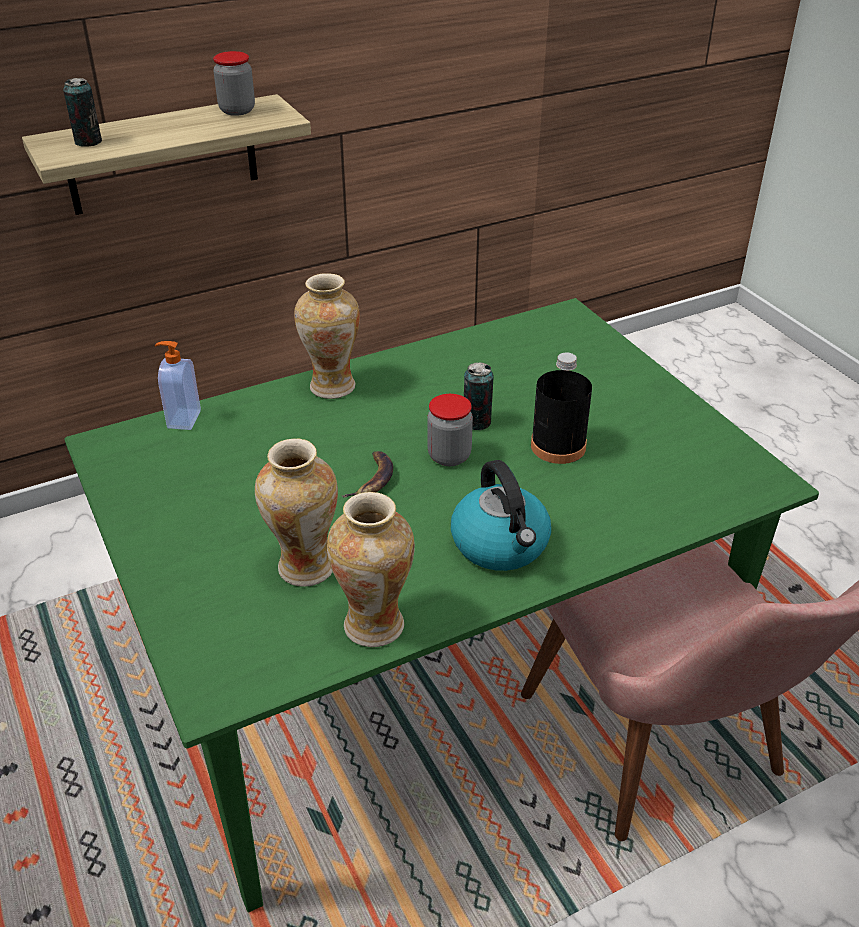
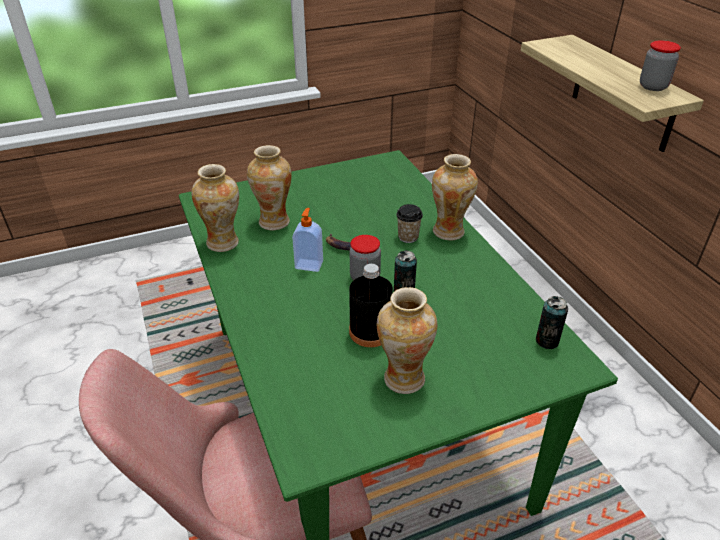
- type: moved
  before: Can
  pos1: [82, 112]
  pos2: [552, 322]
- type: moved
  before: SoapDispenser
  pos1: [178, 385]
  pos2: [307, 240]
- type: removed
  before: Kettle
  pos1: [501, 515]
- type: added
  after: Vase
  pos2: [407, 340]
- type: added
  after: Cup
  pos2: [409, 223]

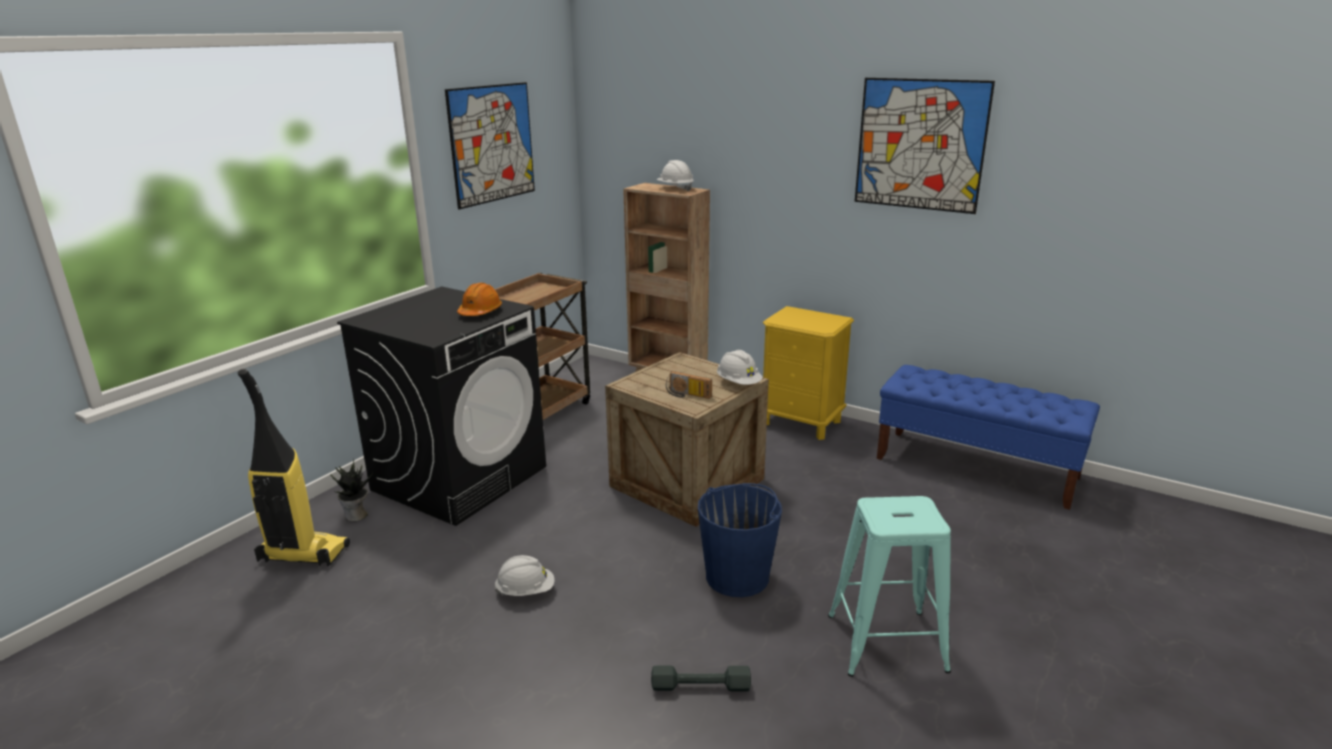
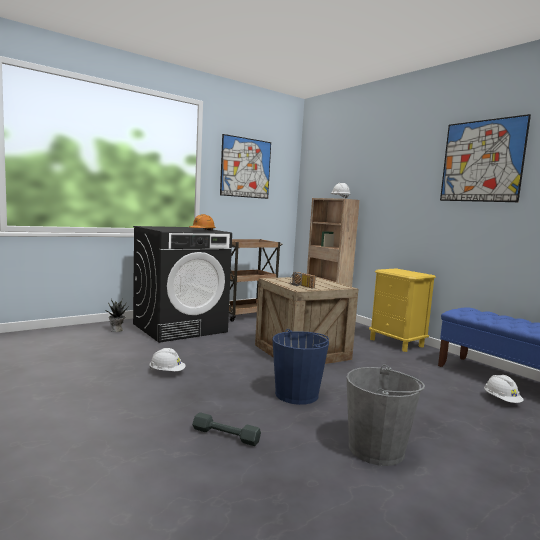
- type: removed
  before: VacuumCleaner
  pos1: [294, 467]
- type: moved
  before: WhiteHardHat
  pos1: [740, 367]
  pos2: [504, 389]
- type: replaced
  before: TurquoiseStool
  after: GreyBucket
  pos1: [889, 586]
  pos2: [386, 415]

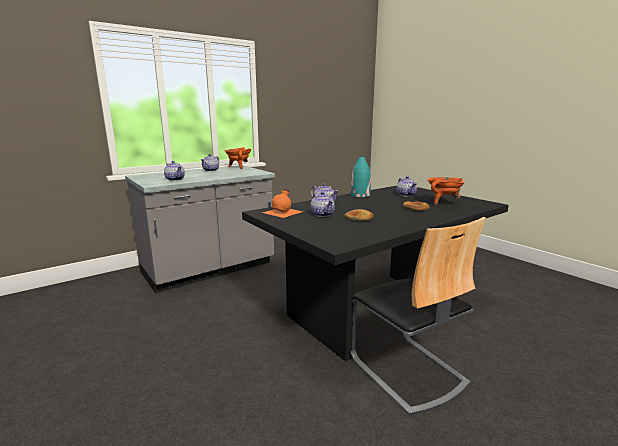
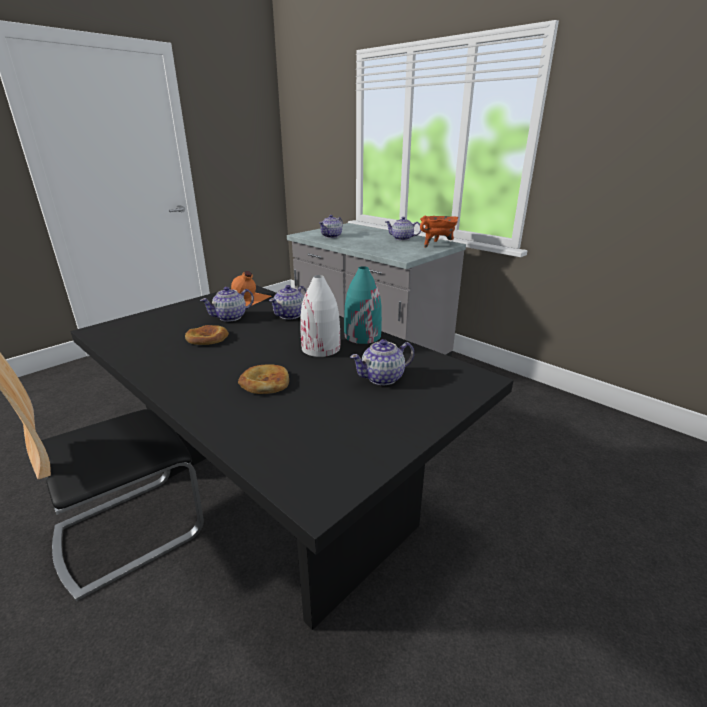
- type: removed
  before: OrangeCookingPot
  pos1: [446, 191]
- type: added
  after: WhiteVase
  pos2: [320, 316]

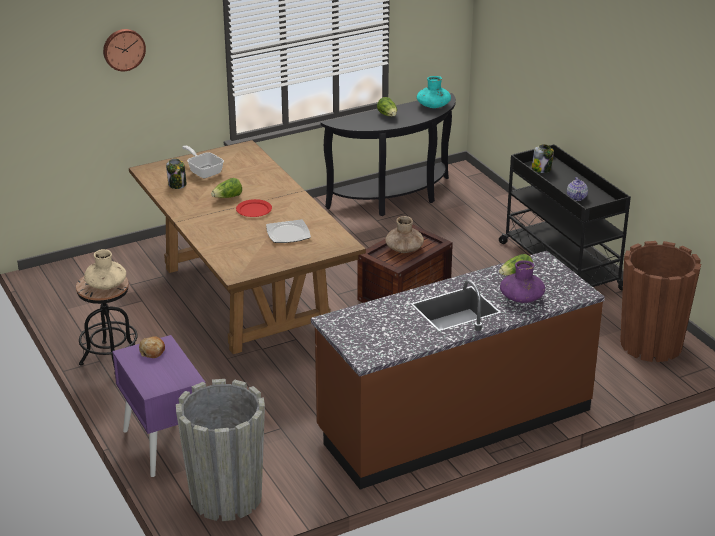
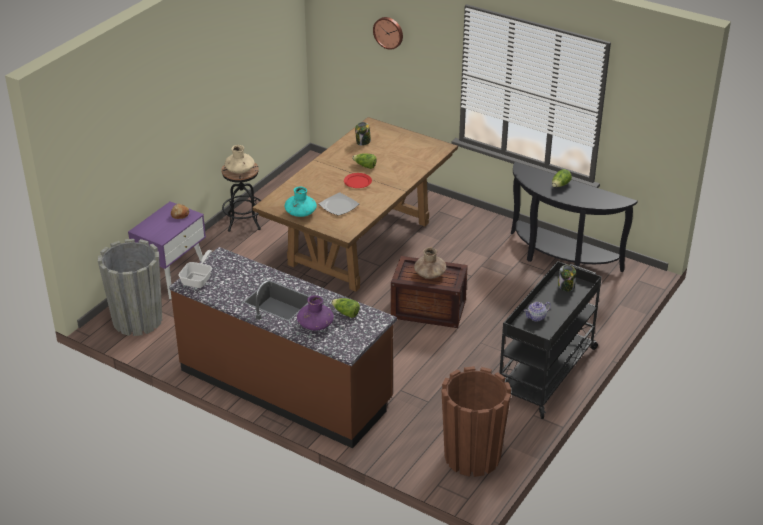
- type: moved
  before: FryingPan
  pos1: [203, 161]
  pos2: [195, 269]
- type: moved
  before: TurquoiseVase
  pos1: [434, 92]
  pos2: [301, 201]

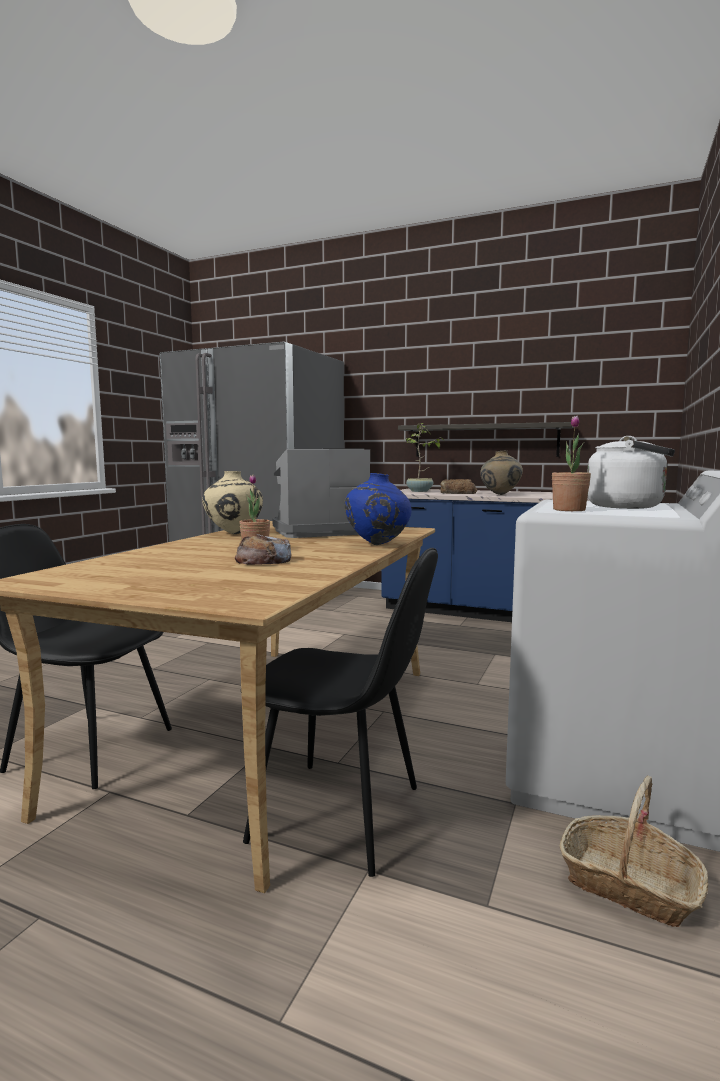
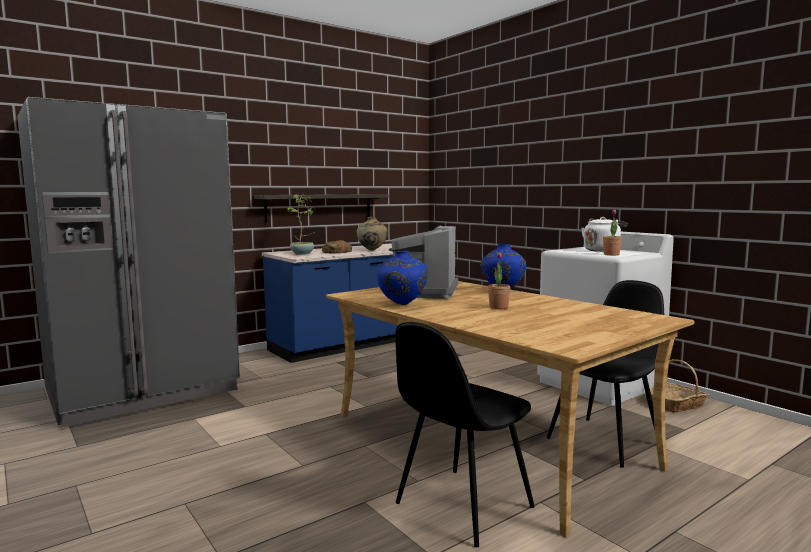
- type: recoloured
  before: BeigeVase
  after: BlueVase
  pos1: [232, 502]
  pos2: [402, 278]
- type: removed
  before: Bread
  pos1: [263, 549]

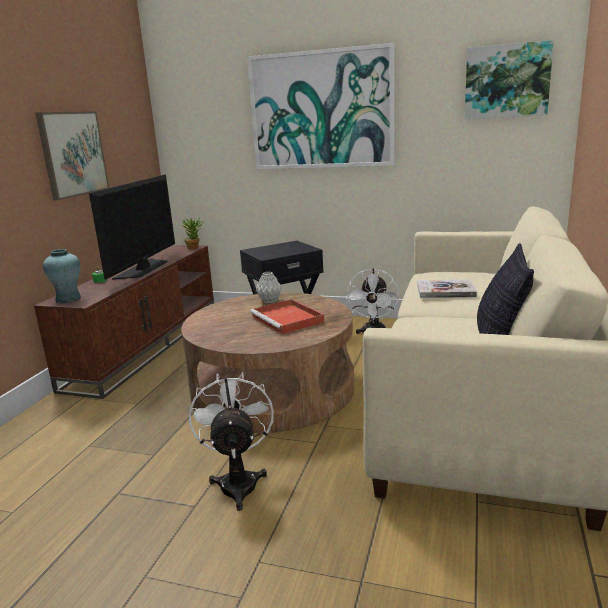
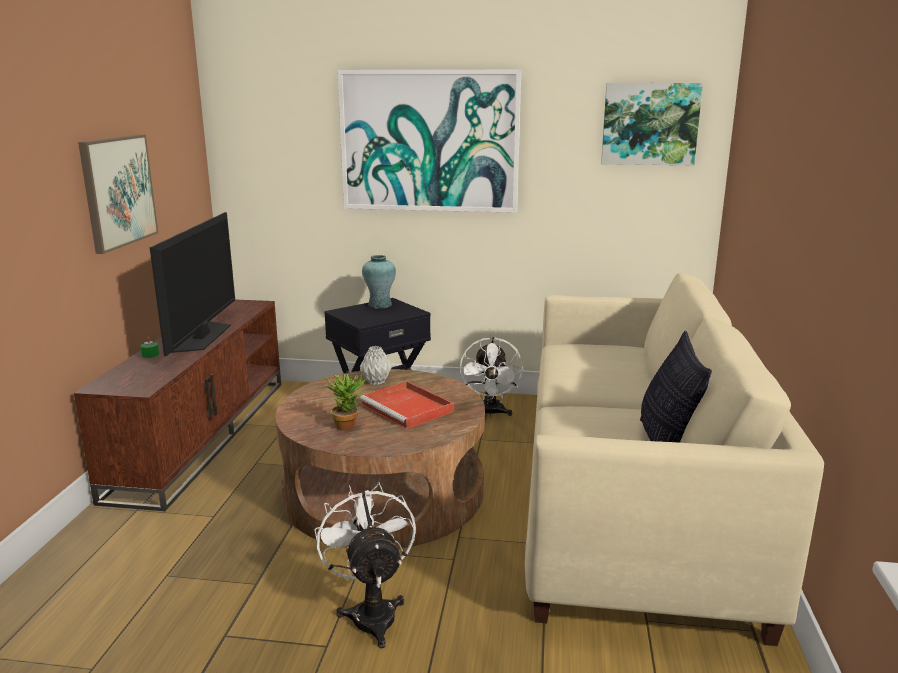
- type: moved
  before: TurquoiseVase
  pos1: [62, 276]
  pos2: [379, 282]
- type: moved
  before: PottedPlant
  pos1: [191, 234]
  pos2: [344, 402]
- type: removed
  before: Book
  pos1: [447, 288]

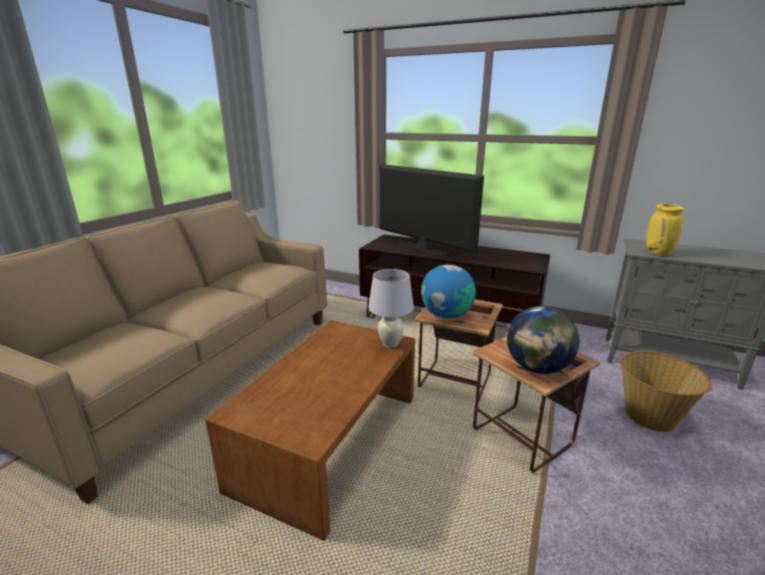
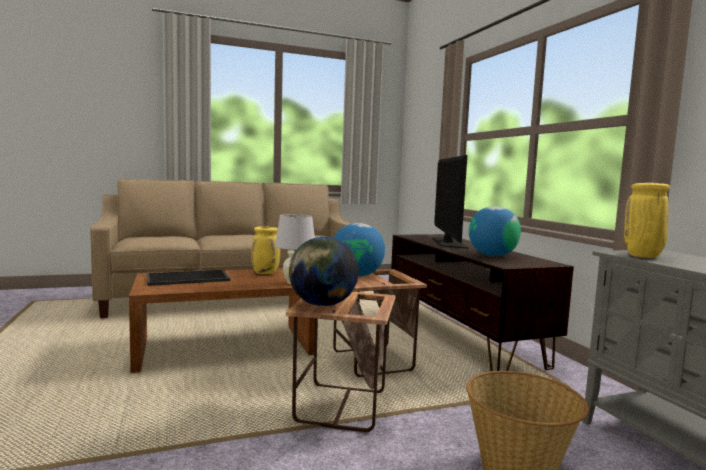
- type: added
  after: Tray
  pos2: [189, 278]
- type: added
  after: YellowVase
  pos2: [265, 250]
- type: added
  after: Globe
  pos2: [495, 231]

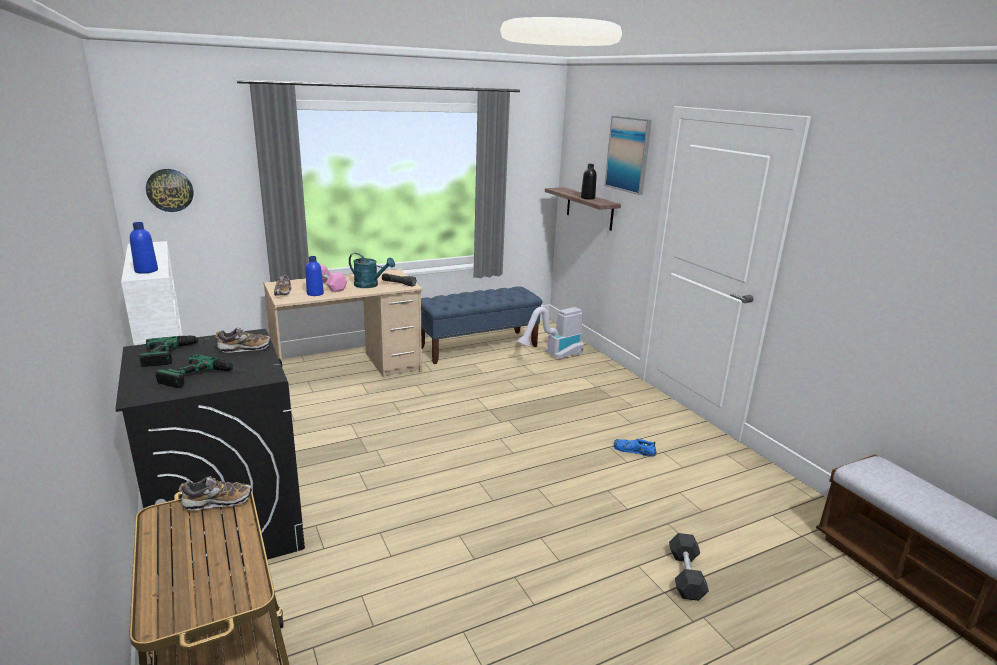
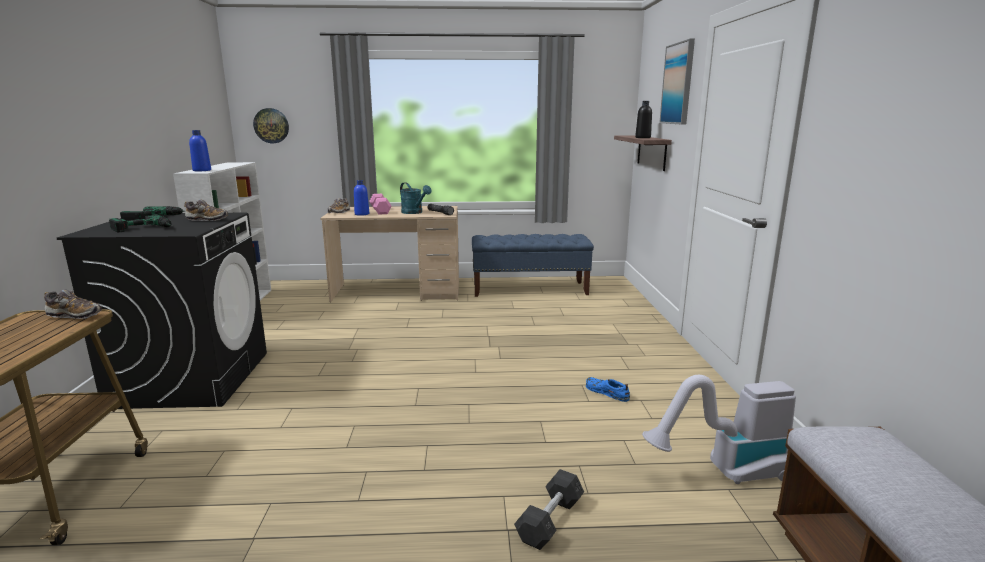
- type: moved
  before: VacuumCleaner
  pos1: [550, 333]
  pos2: [719, 429]

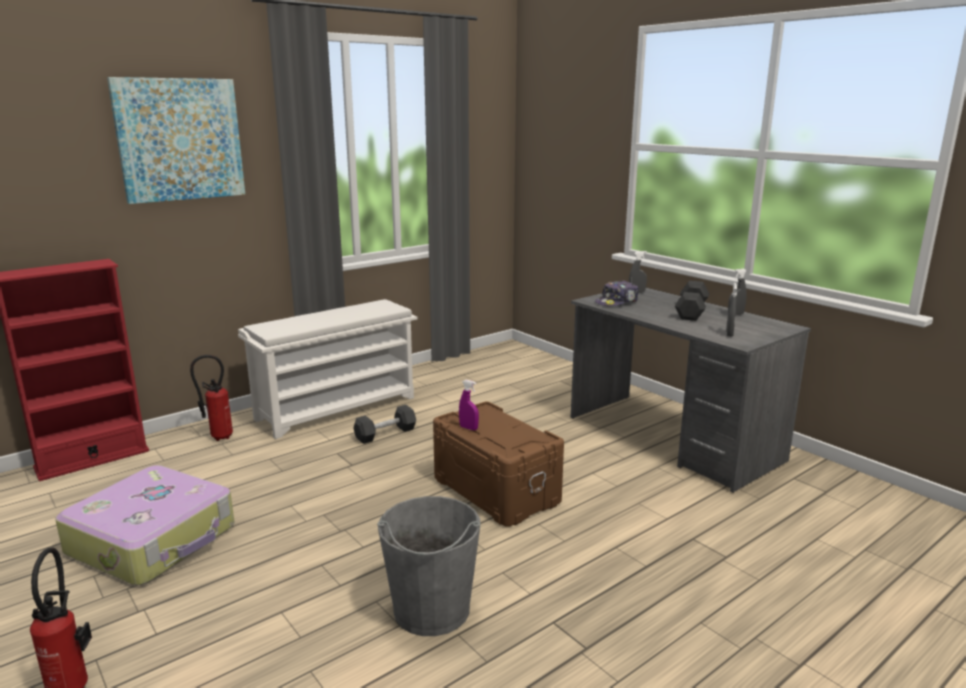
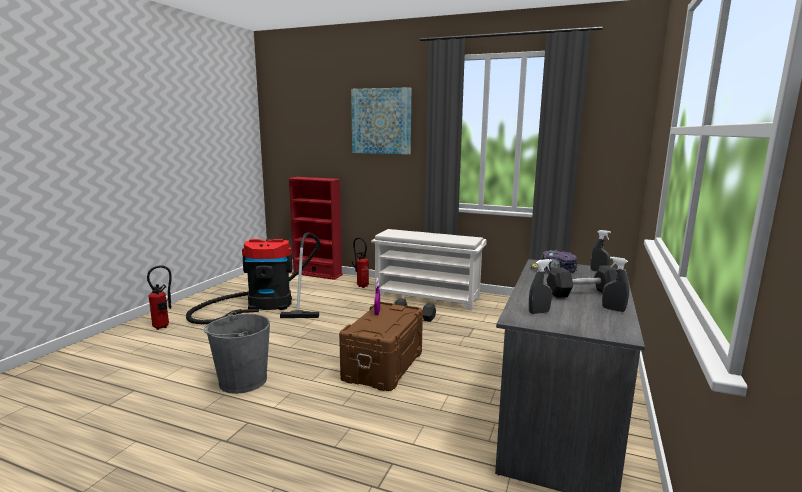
- type: replaced
  before: Suitcase
  after: VacuumCleaner
  pos1: [144, 525]
  pos2: [253, 279]

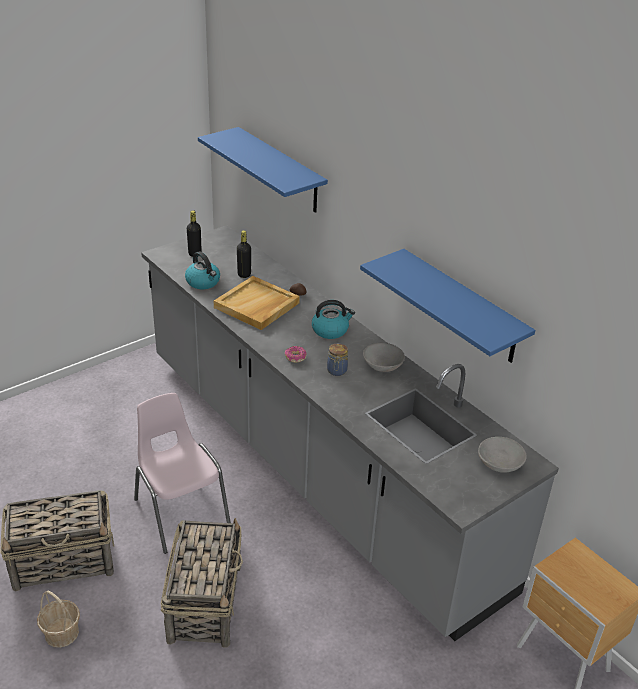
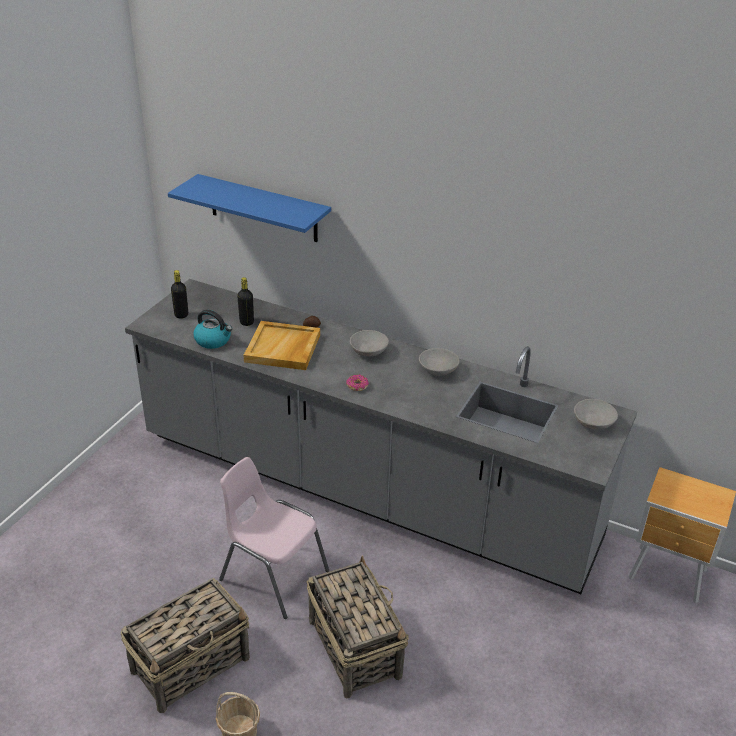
- type: replaced
  before: Kettle
  after: GreyBowl
  pos1: [333, 319]
  pos2: [369, 343]
- type: removed
  before: Jar
  pos1: [337, 359]
- type: removed
  before: BlueShelf
  pos1: [447, 306]

